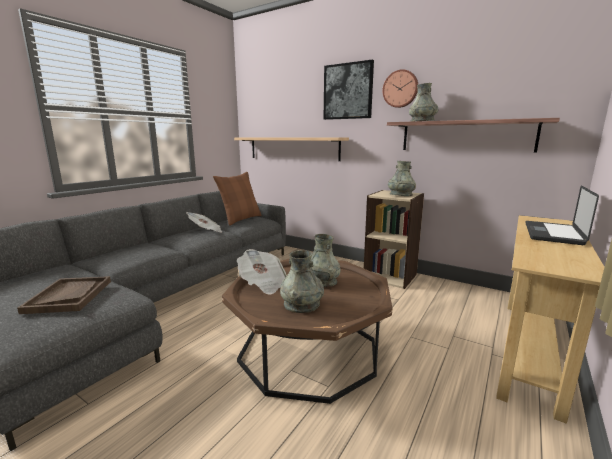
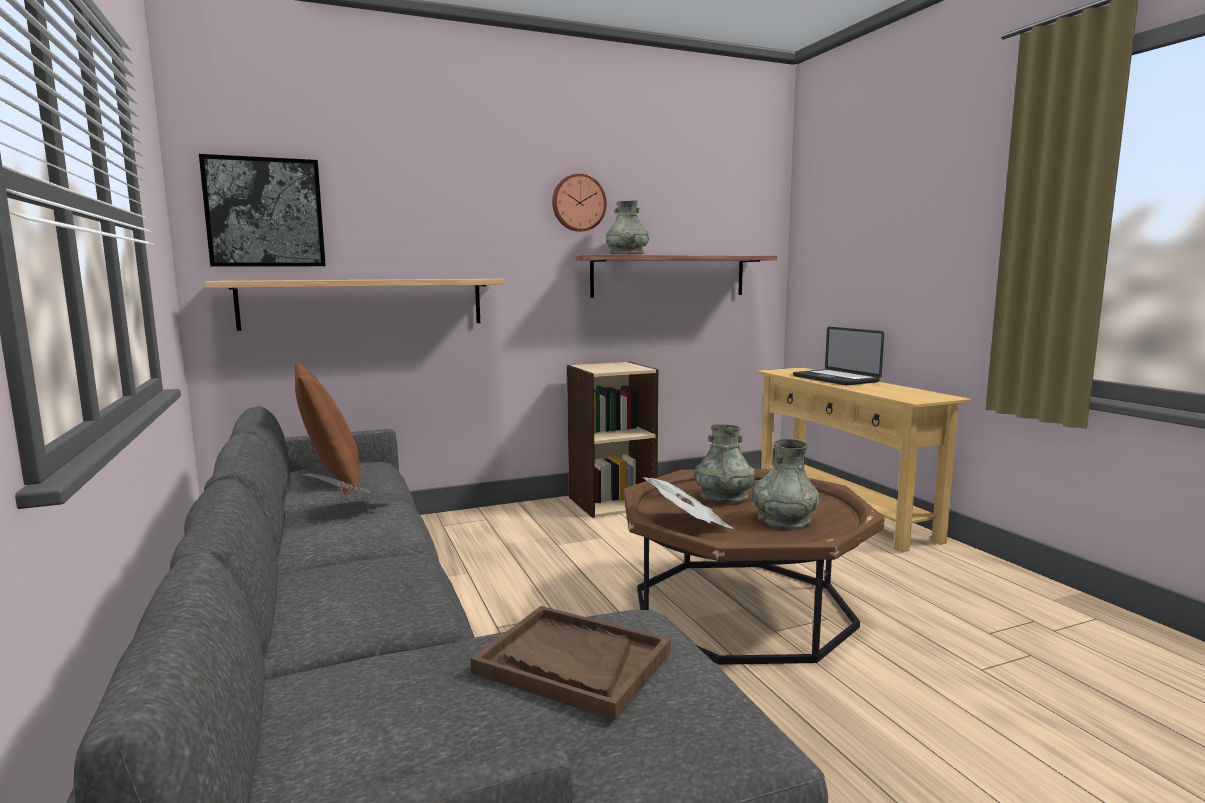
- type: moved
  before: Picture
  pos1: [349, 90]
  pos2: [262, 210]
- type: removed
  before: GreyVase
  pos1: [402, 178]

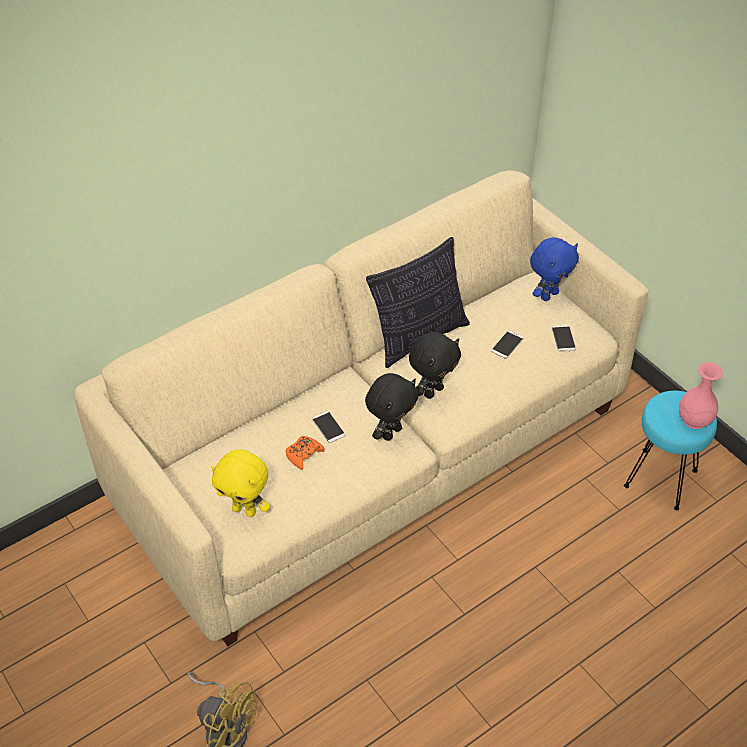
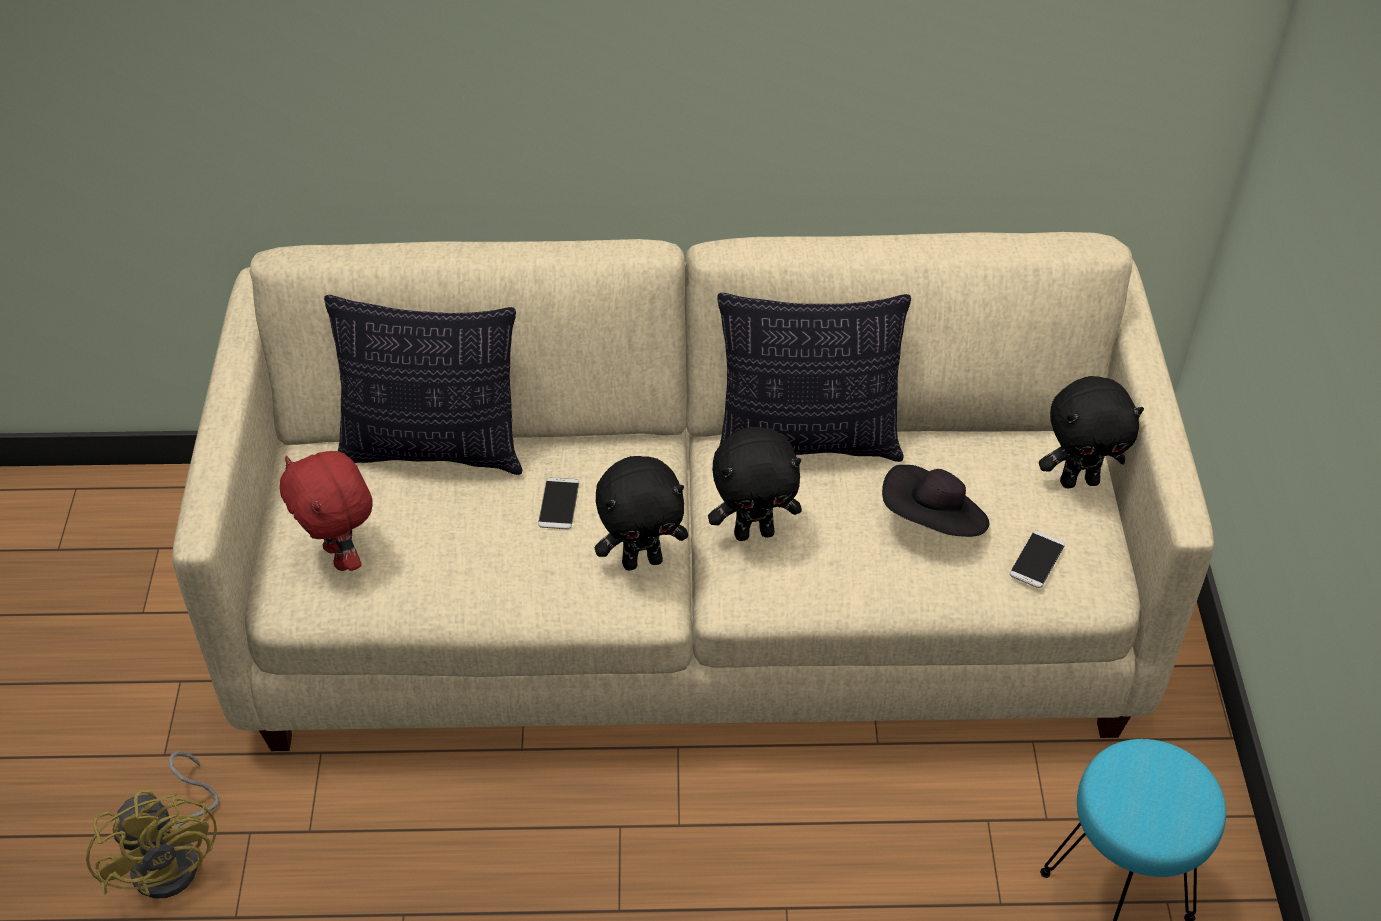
- type: recoloured
  before: YellowPlushToy
  after: RedPlushToy
  pos1: [240, 483]
  pos2: [326, 511]
- type: removed
  before: OrangeGameController
  pos1: [305, 453]
- type: replaced
  before: Phone
  after: BlackHat
  pos1: [507, 344]
  pos2: [935, 501]
- type: recoloured
  before: BluePlushToy
  after: BlackPlushToy
  pos1: [554, 269]
  pos2: [1091, 432]
- type: removed
  before: PinkVase
  pos1: [701, 395]
- type: added
  after: Pillow
  pos2: [423, 385]

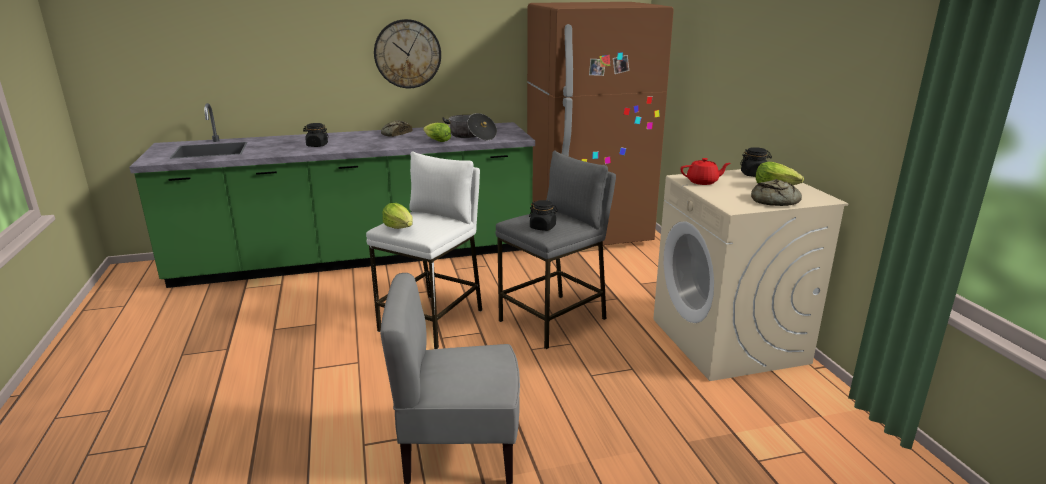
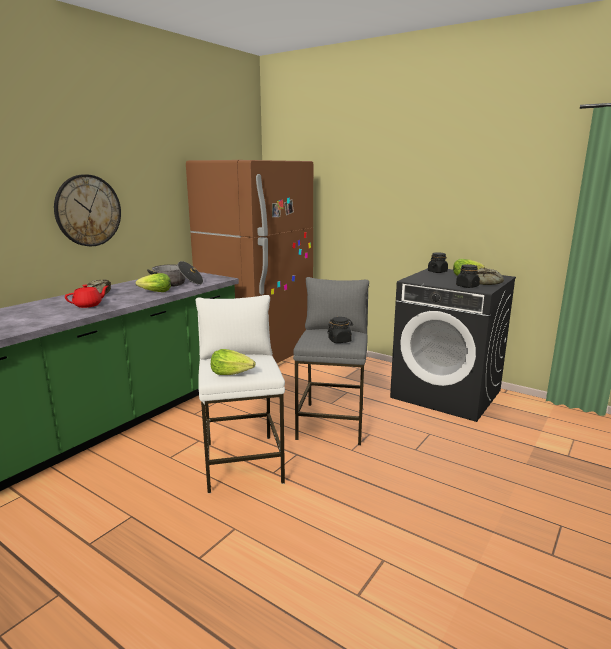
- type: moved
  before: BlackJar
  pos1: [316, 135]
  pos2: [468, 276]
- type: removed
  before: GreyChair
  pos1: [450, 378]
- type: recoloured
  before: BeigeWashingMachine
  after: BlackWashingMachine
  pos1: [751, 275]
  pos2: [453, 345]
- type: moved
  before: RedTeapot
  pos1: [705, 171]
  pos2: [86, 296]

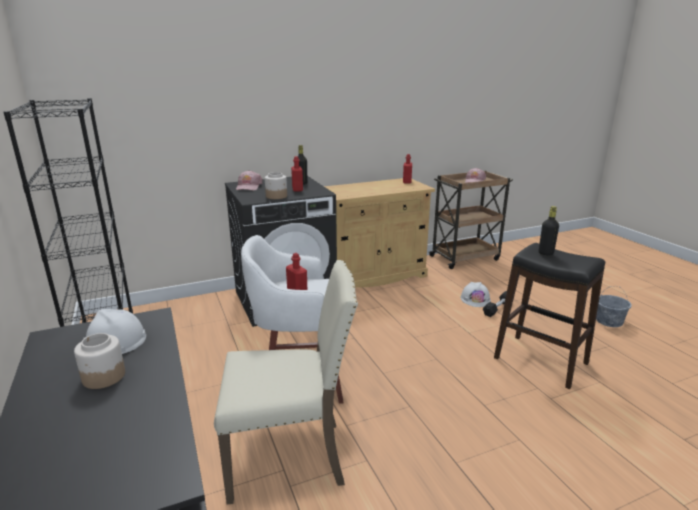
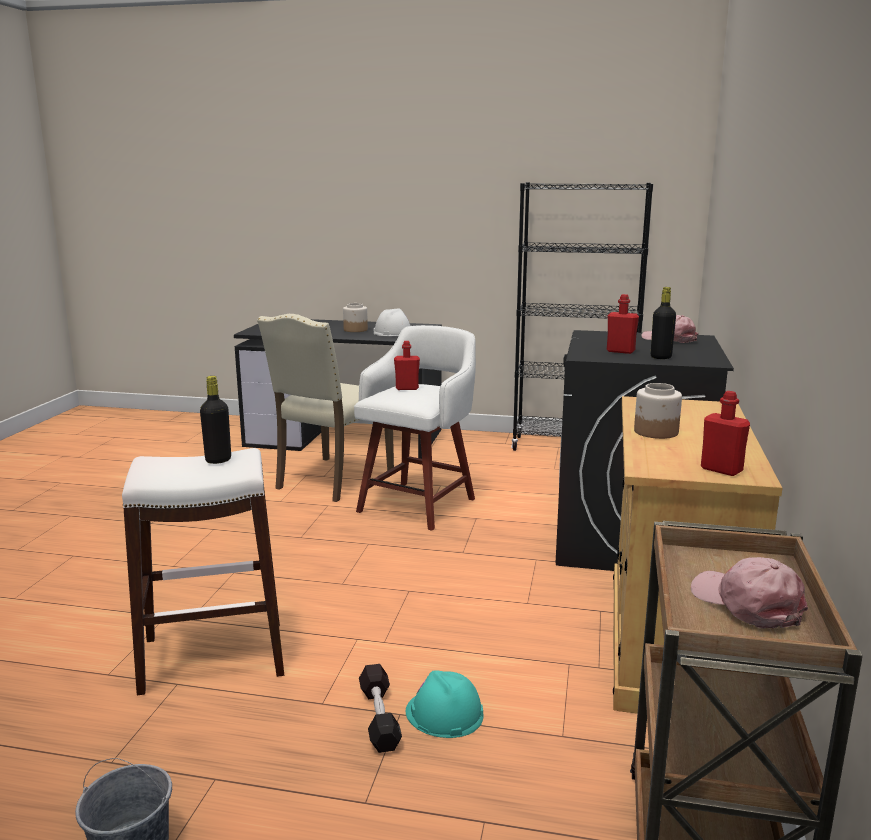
- type: moved
  before: Jar
  pos1: [276, 185]
  pos2: [658, 411]
- type: recoloured
  before: WhiteHardHat
  after: TurquoiseHardHat
  pos1: [475, 294]
  pos2: [445, 704]
- type: recoloured
  before: BlackStool
  after: WhiteStool
  pos1: [549, 316]
  pos2: [203, 571]

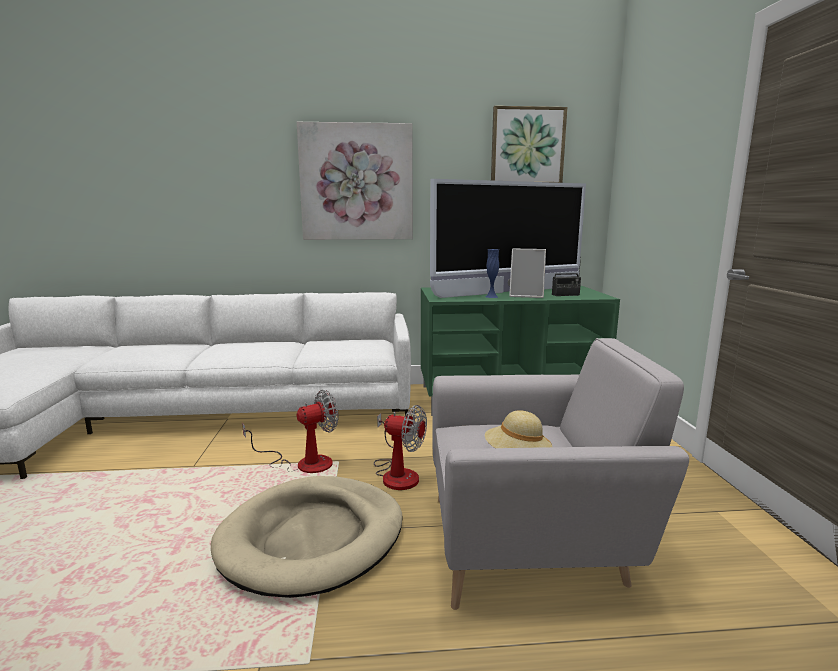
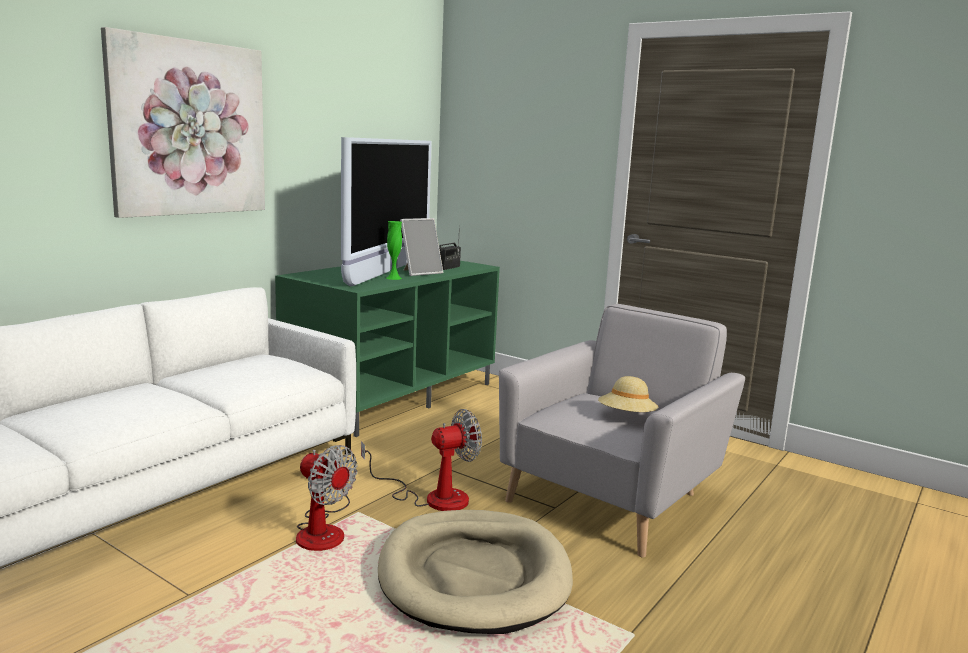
- type: turned
  before: Fan
  pos1: [290, 431]
  pos2: [327, 498]
  turn: 120
- type: recoloured
  before: BlueVase
  after: GreenVase
  pos1: [492, 273]
  pos2: [394, 250]
- type: removed
  before: Picture
  pos1: [529, 144]

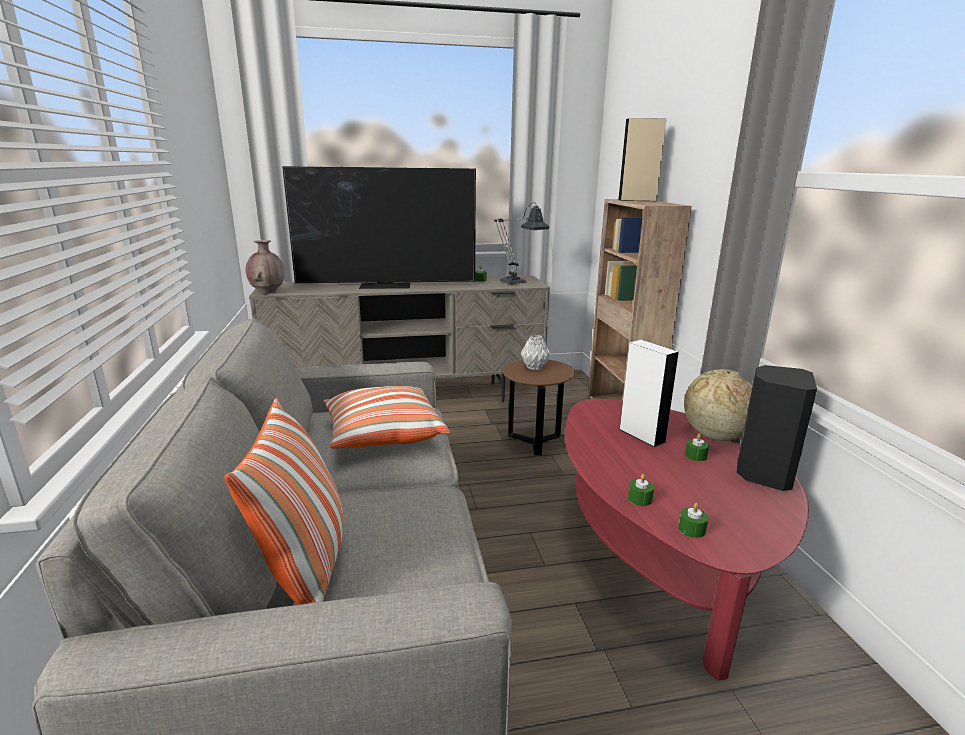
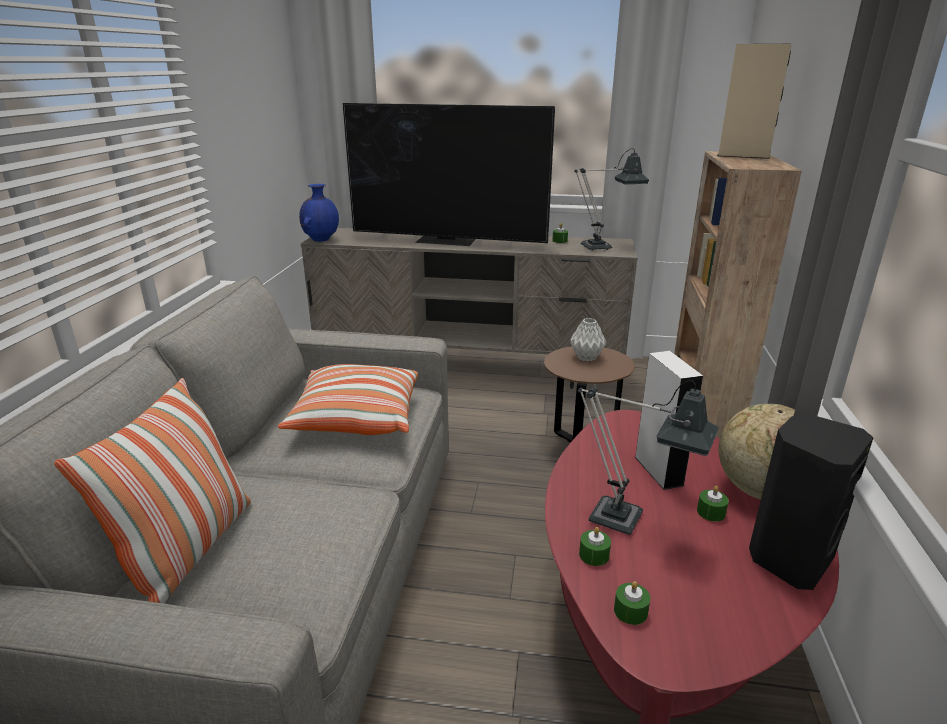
- type: recoloured
  before: BrownVase
  after: BlueVase
  pos1: [265, 267]
  pos2: [319, 213]
- type: added
  after: TableLamp
  pos2: [648, 457]

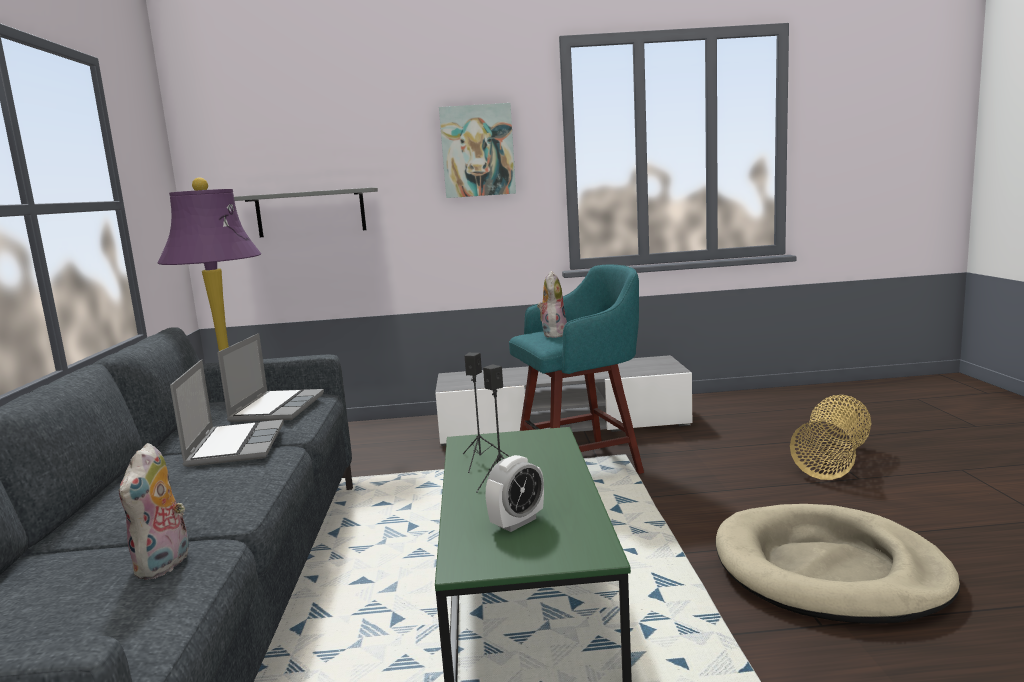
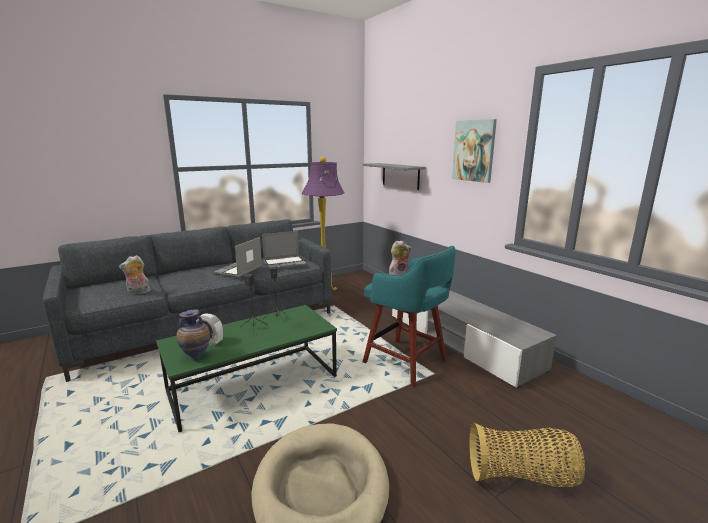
- type: turned
  before: Laptop
  pos1: [227, 413]
  pos2: [238, 257]
  turn: 150
- type: added
  after: Vase
  pos2: [193, 335]

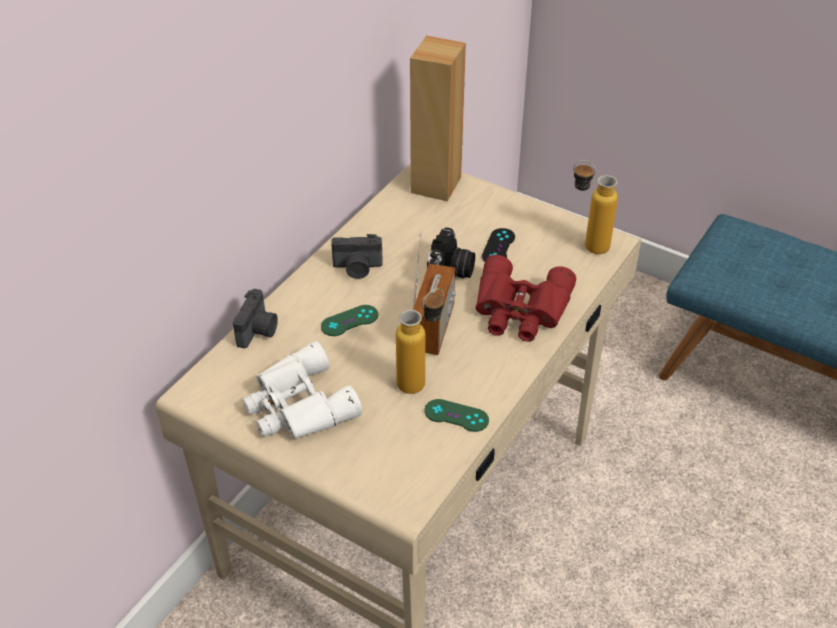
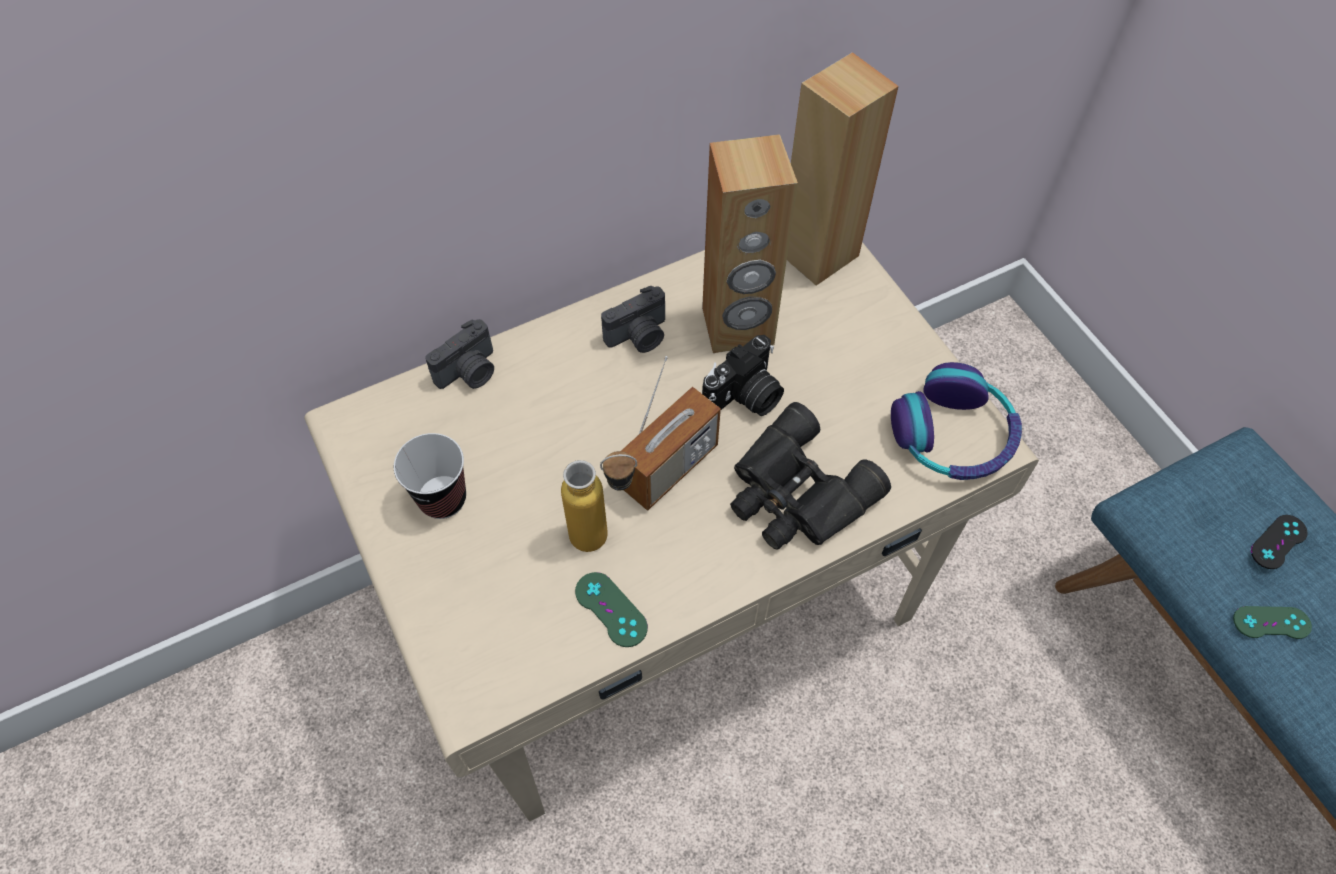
- type: replaced
  before: WhiteBinoculars
  after: Cup
  pos1: [303, 390]
  pos2: [430, 476]
- type: moved
  before: GreenGameController
  pos1: [349, 320]
  pos2: [1272, 622]
- type: turned
  before: PhotoCamera
  pos1: [357, 256]
  pos2: [633, 319]
  turn: -60
- type: recoloured
  before: RedBinoculars
  after: BlackBinoculars
  pos1: [526, 298]
  pos2: [810, 476]
- type: moved
  before: BlackGameController
  pos1: [498, 245]
  pos2: [1279, 542]
- type: replaced
  before: Bottle
  after: Headphones
  pos1: [595, 207]
  pos2: [956, 421]
- type: added
  after: BrownSpeaker
  pos2: [750, 243]

